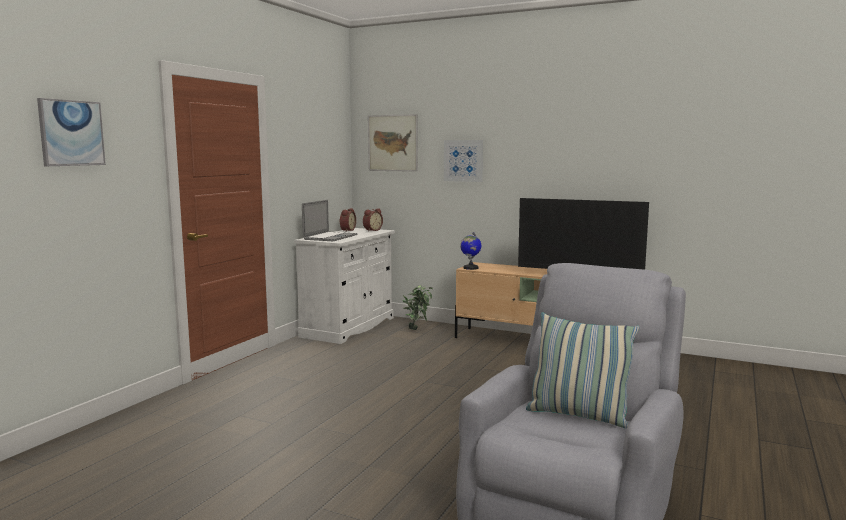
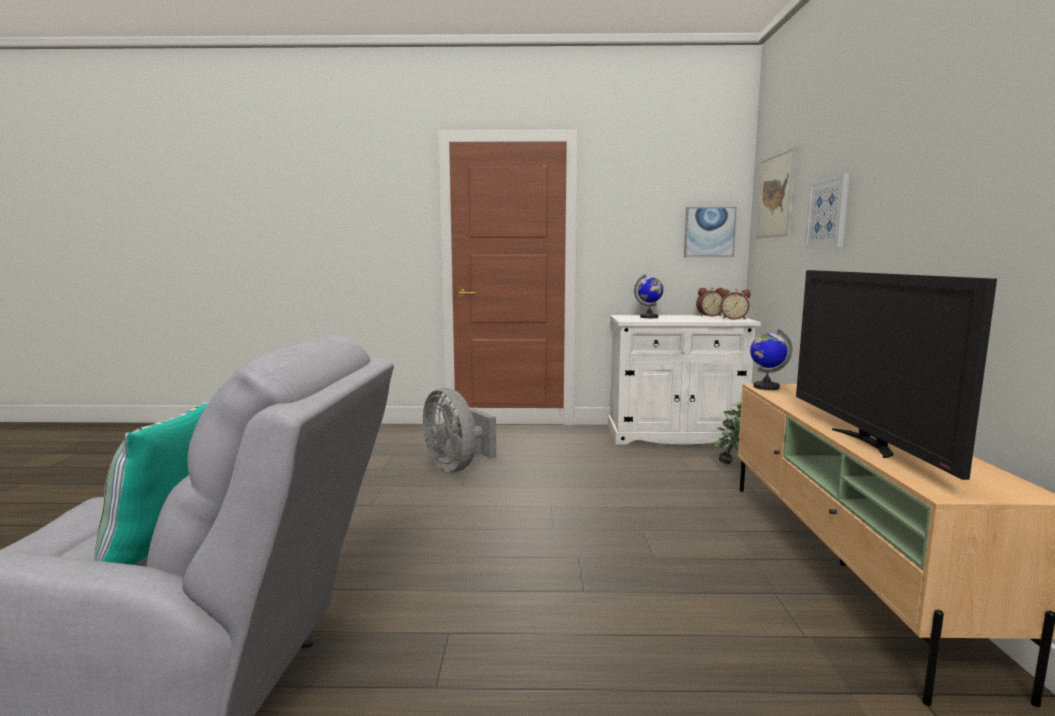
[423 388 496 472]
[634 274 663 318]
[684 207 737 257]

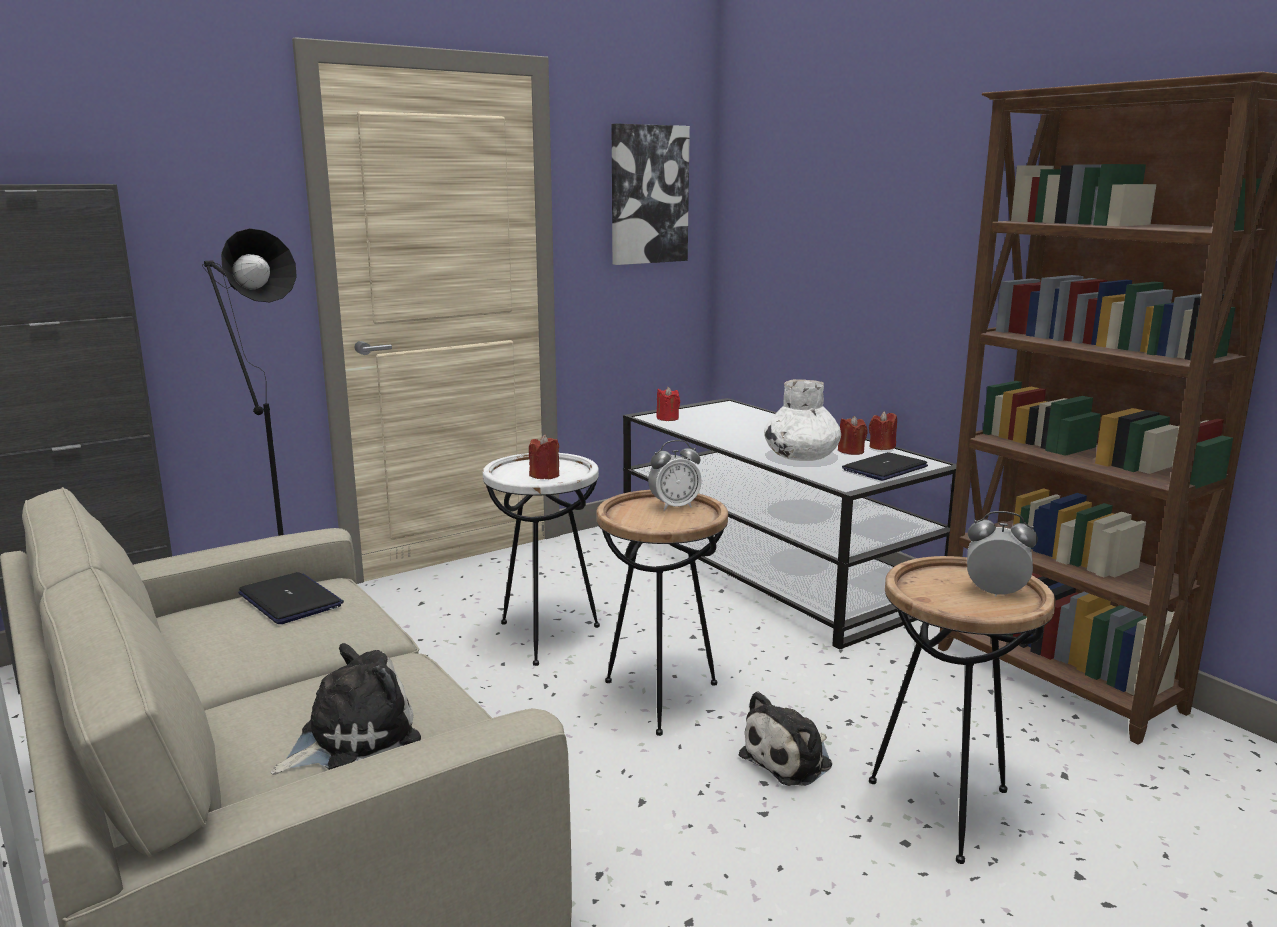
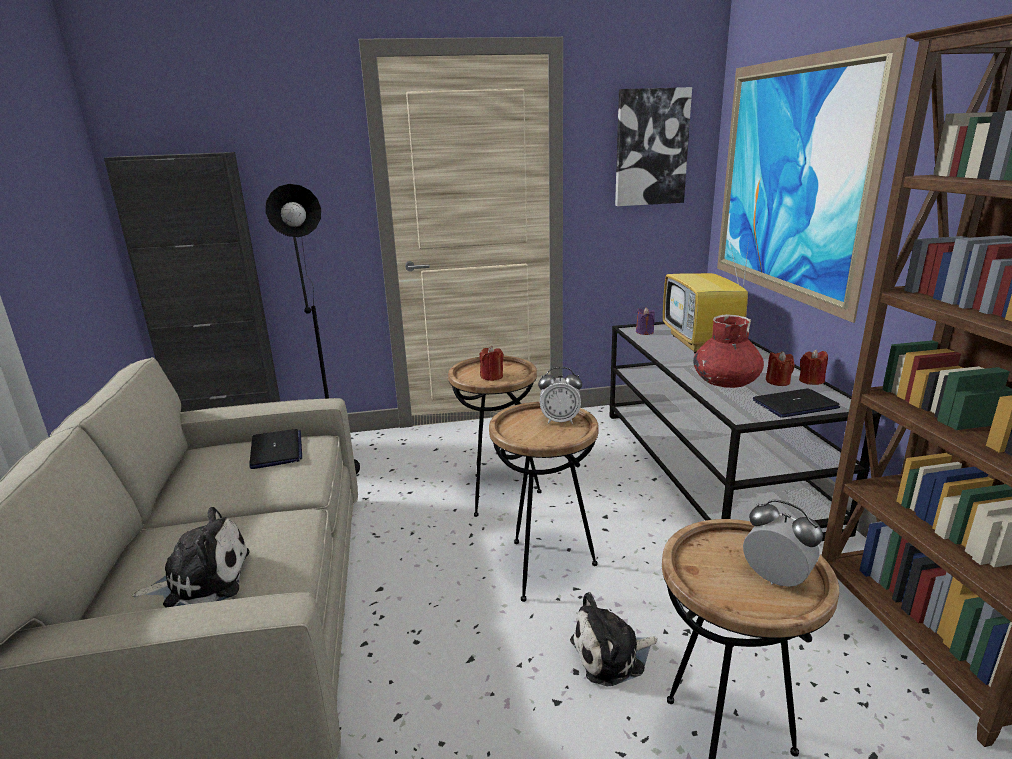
[448 356 542 517]
[636 307 655 335]
[663 241 749 353]
[693 314 764 388]
[717 36 907 323]

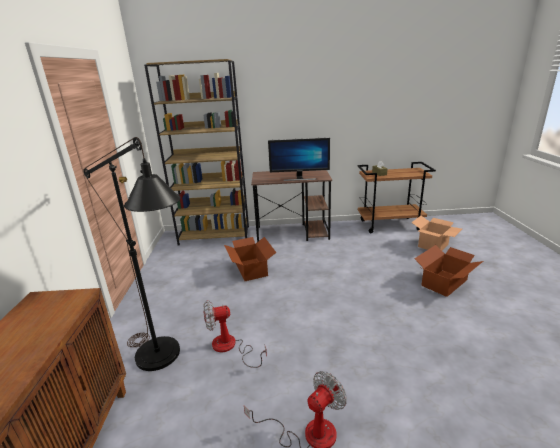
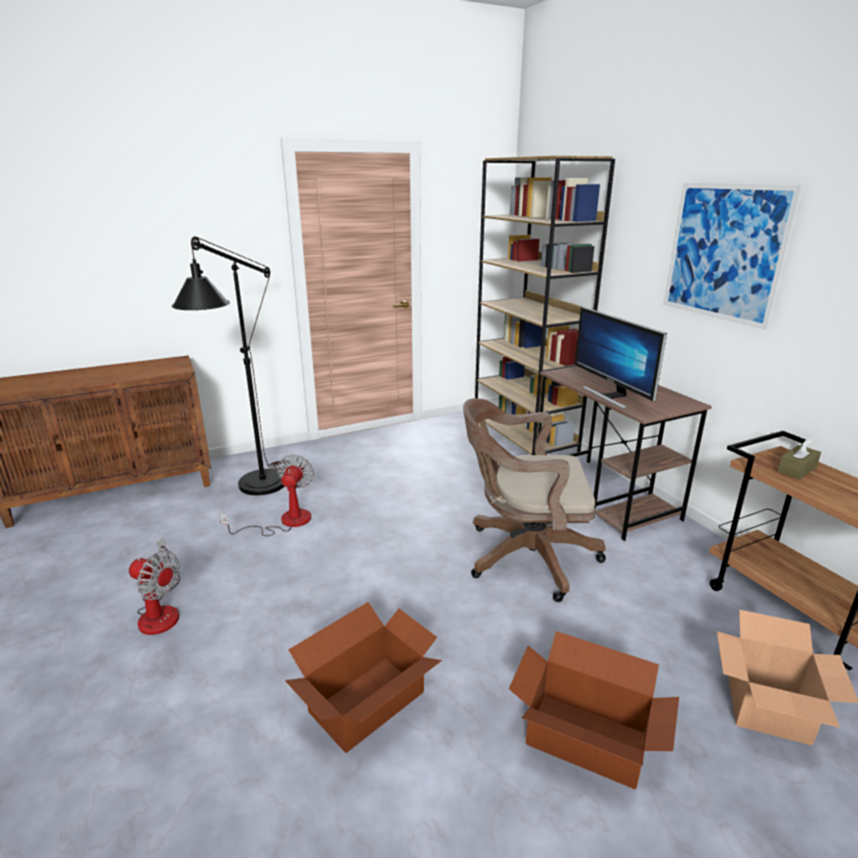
[219 455 314 536]
[285 602 442 753]
[463 398 606 602]
[663 183 803 330]

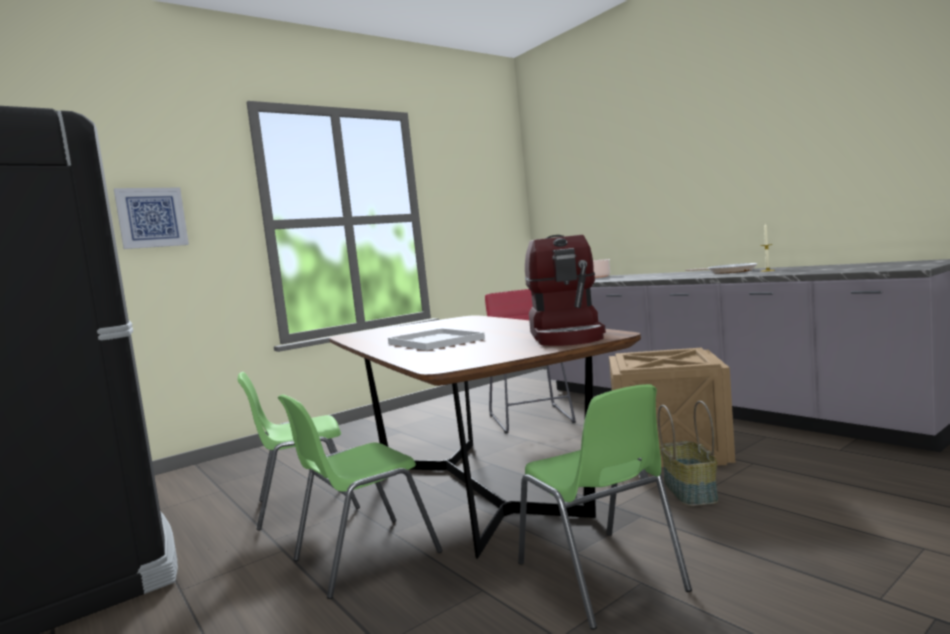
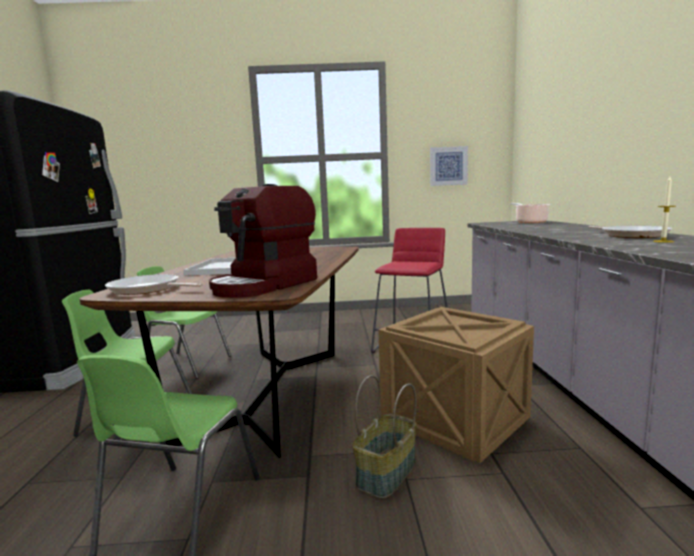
[105 274 203 295]
[430 146 468 186]

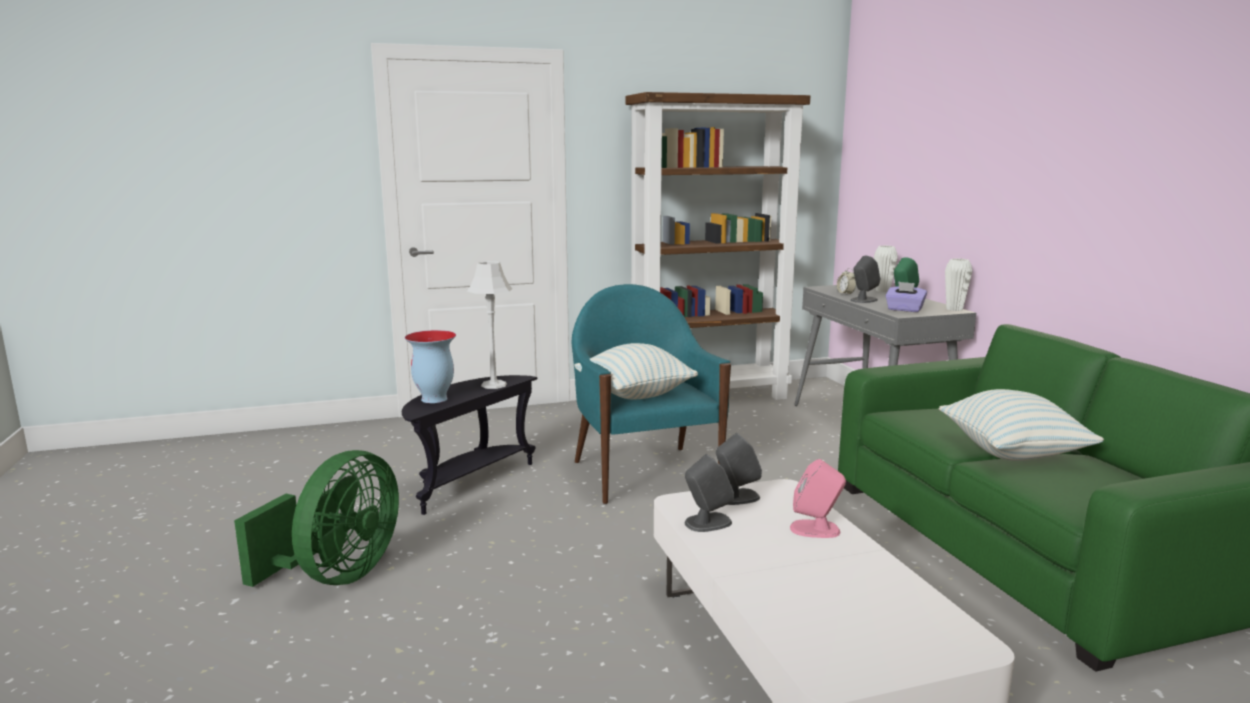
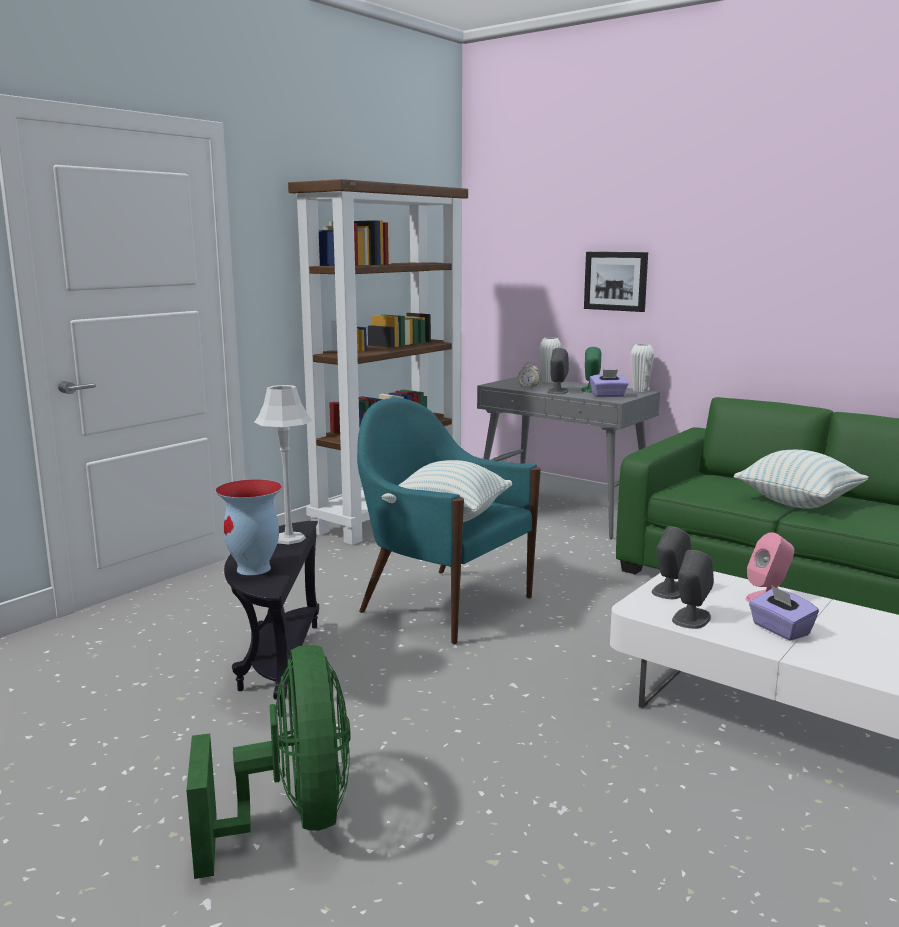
[584 252 648 312]
[749 585 819 641]

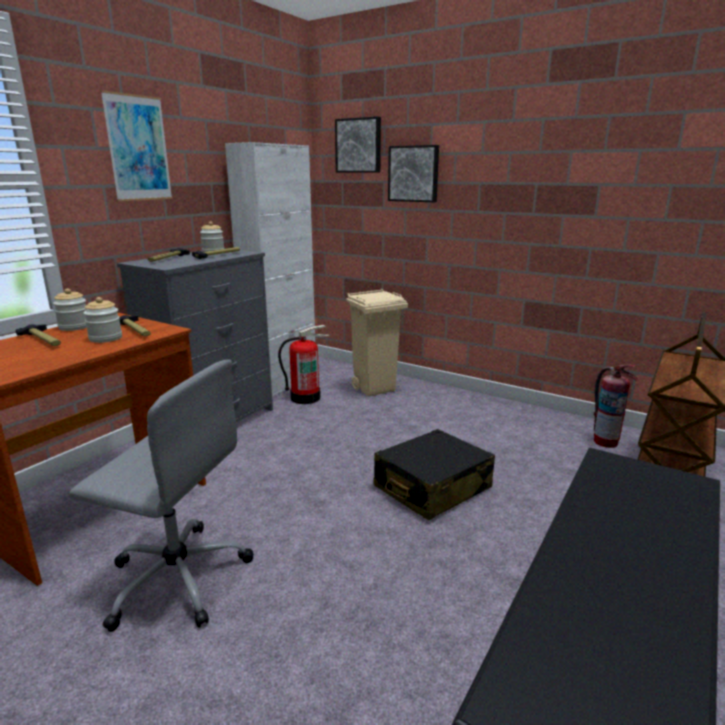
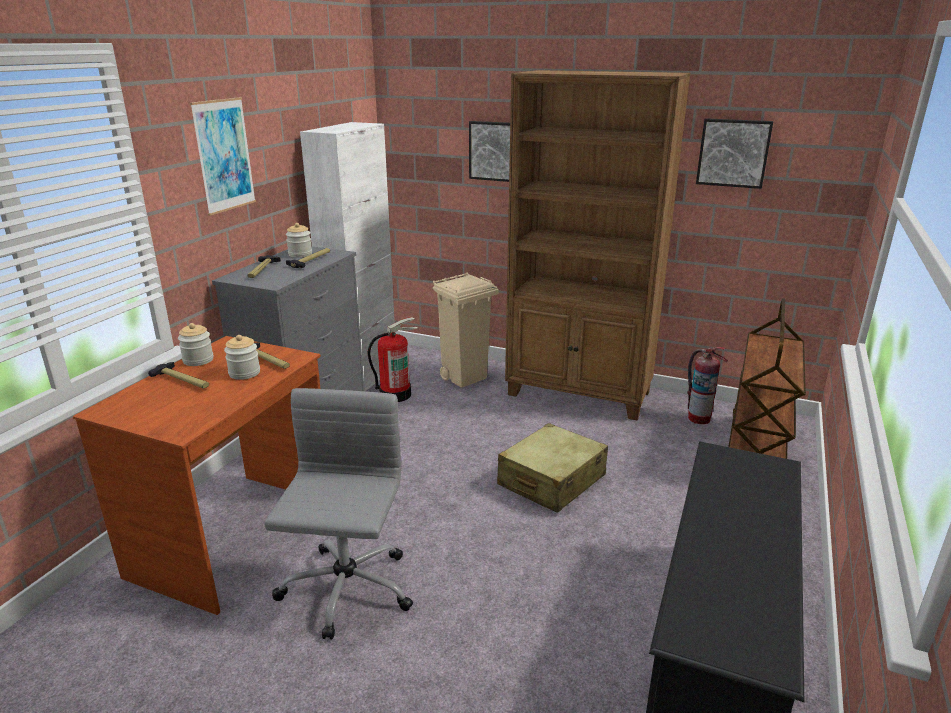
[264 388 413 639]
[497 423 608 513]
[505 70 691 420]
[696 118 773 189]

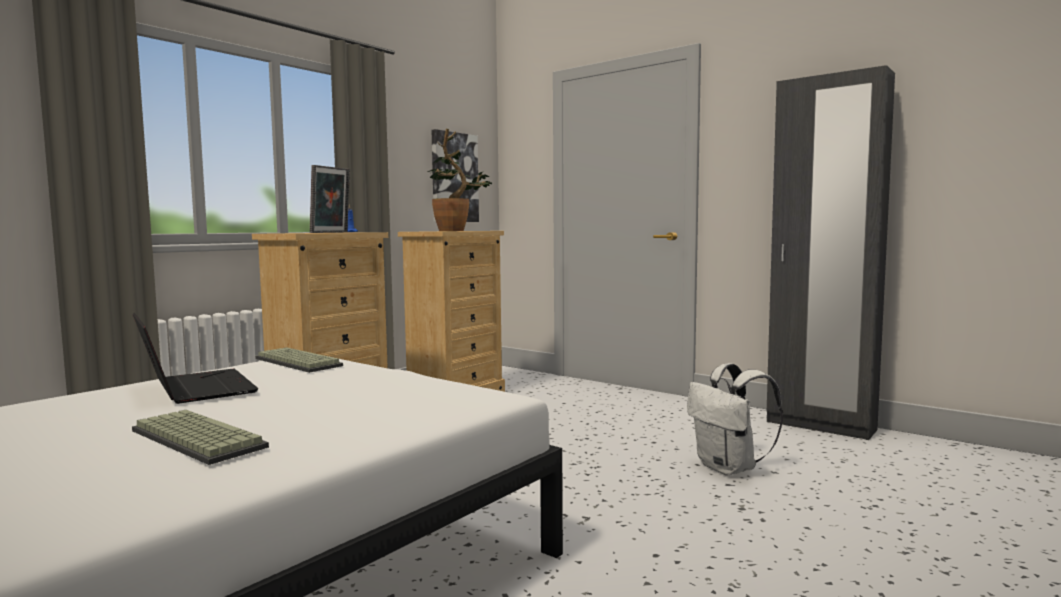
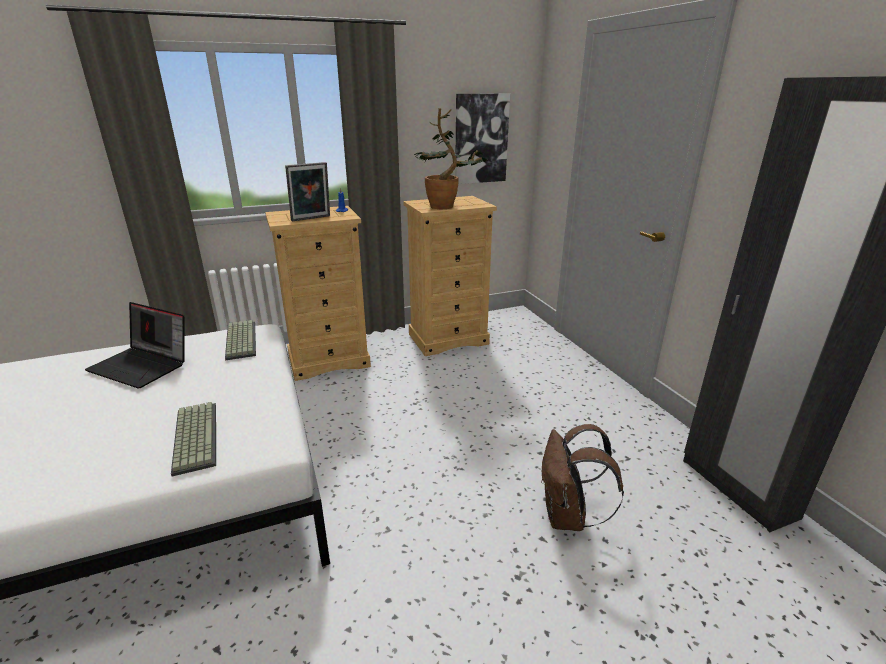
[85 302 185 389]
[171 402 216 476]
[541 424 624 531]

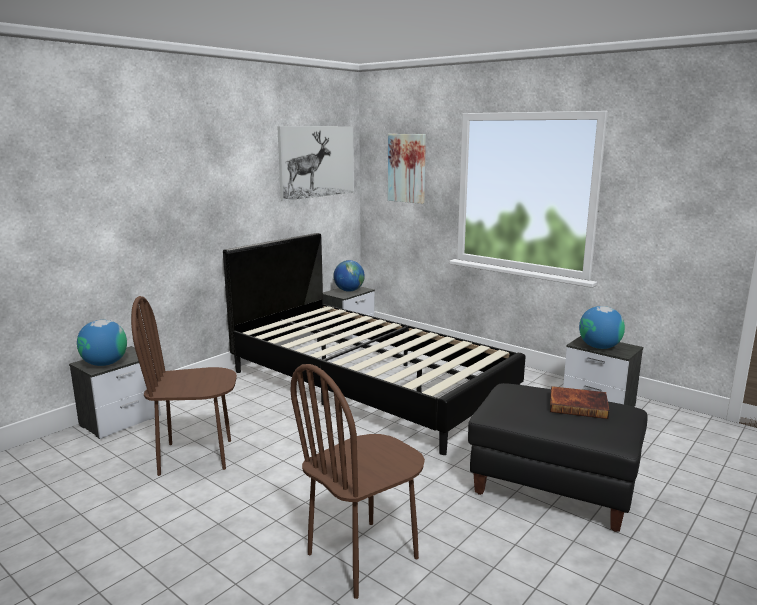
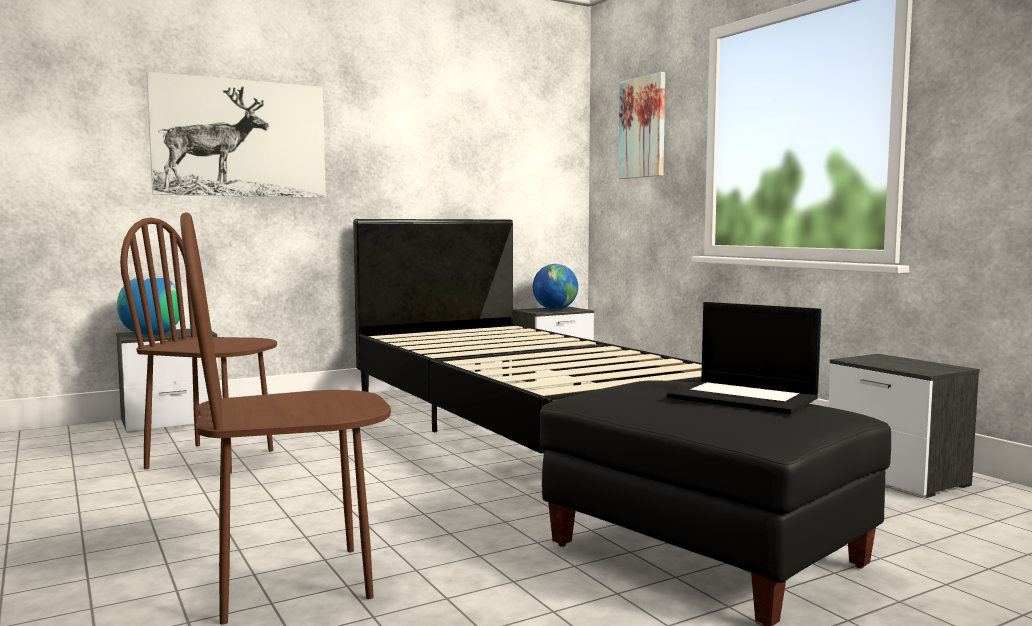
[147 72 326 198]
[667 302 821 414]
[579 306 625 349] (first image)

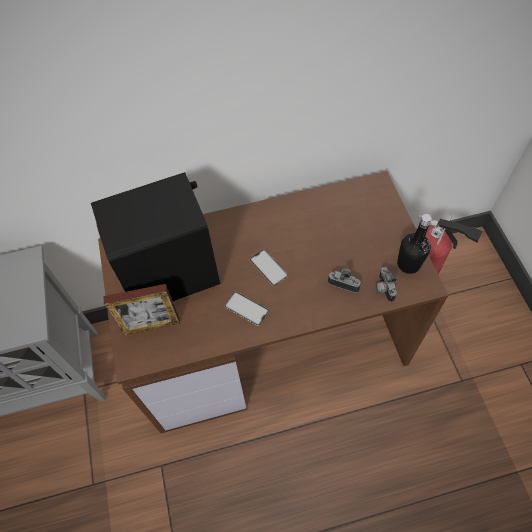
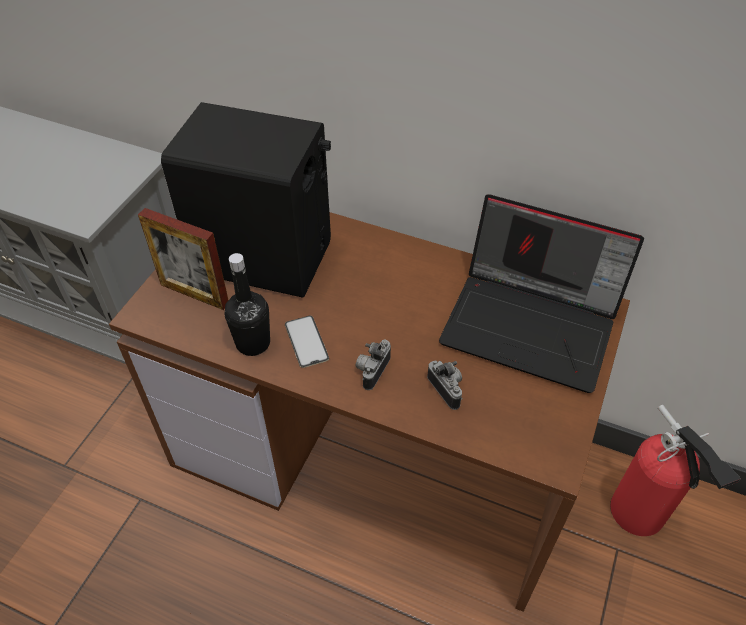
[225 253 270 356]
[356 339 391 390]
[439 194 644 393]
[250 249 288 286] (first image)

